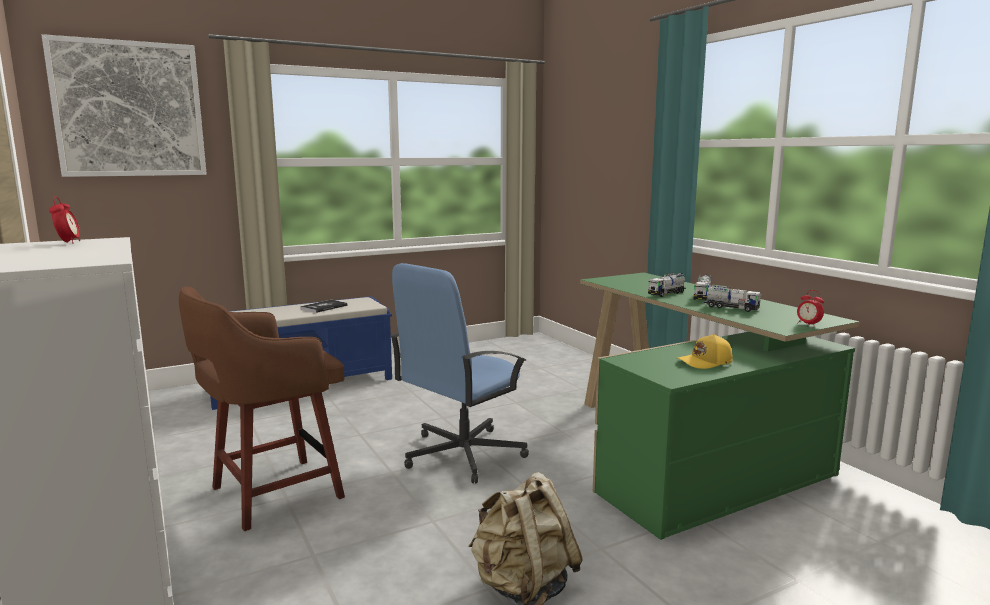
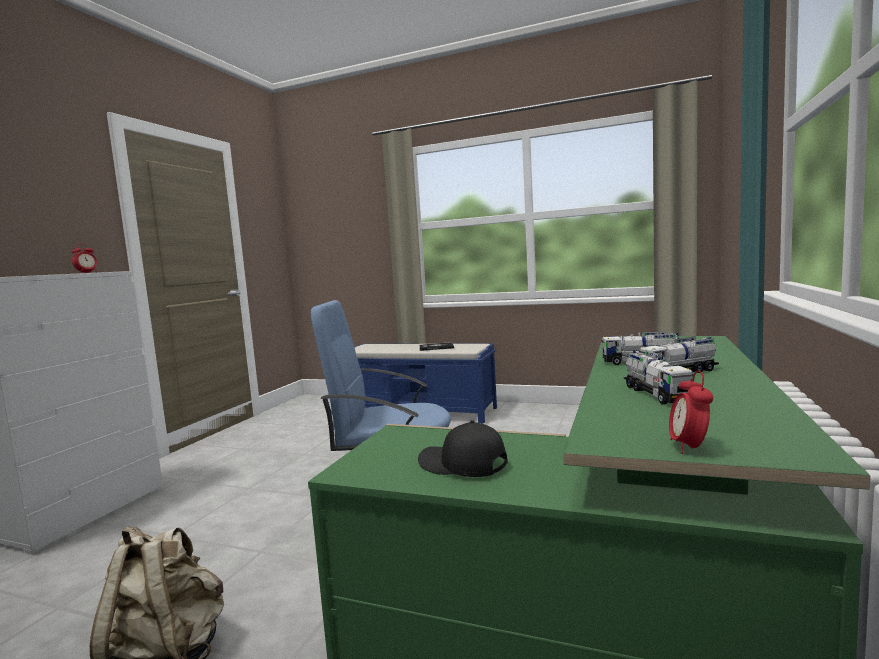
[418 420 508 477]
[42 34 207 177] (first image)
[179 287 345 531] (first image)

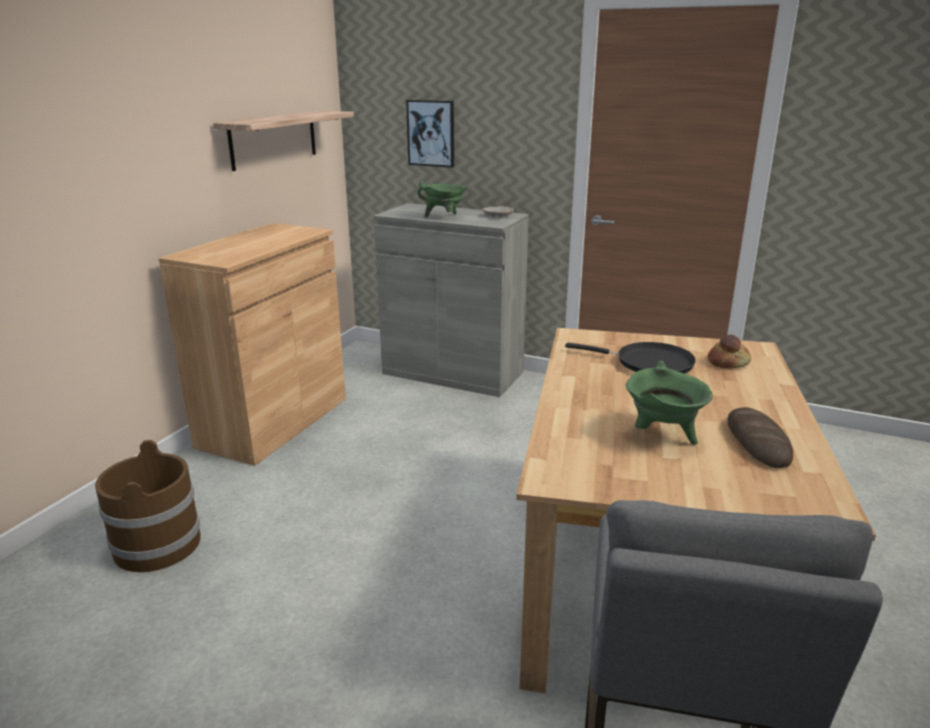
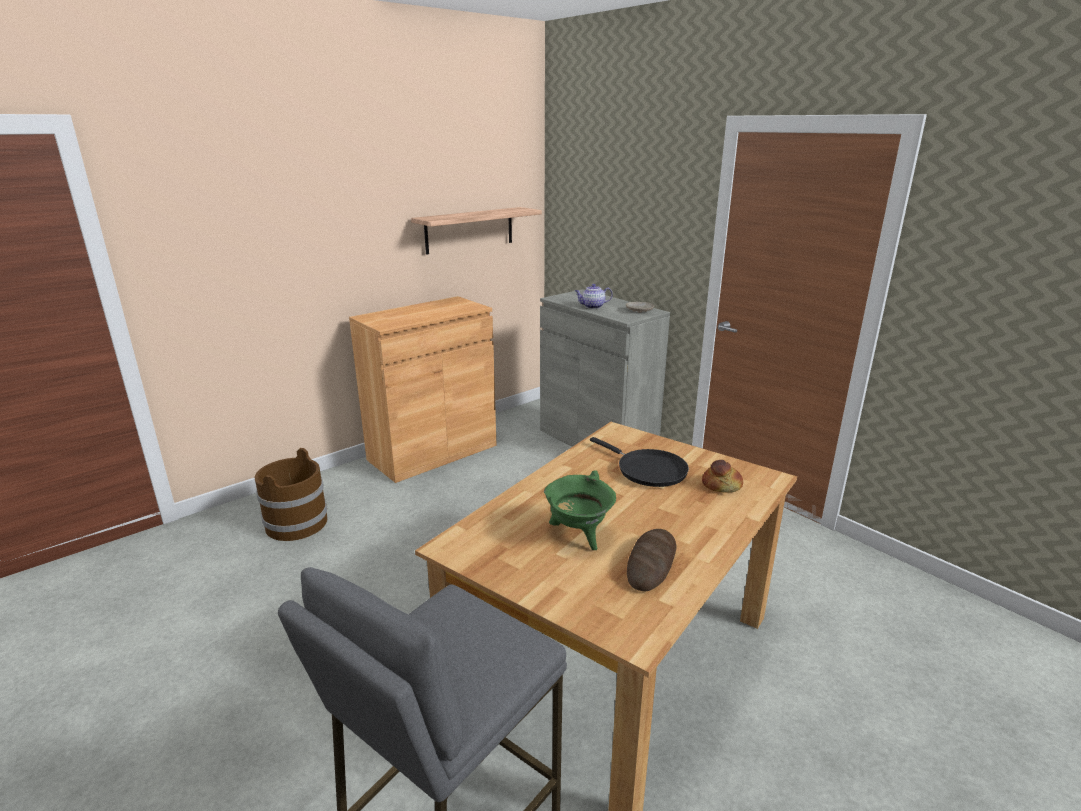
[575 284 613 309]
[406 100 454 168] (first image)

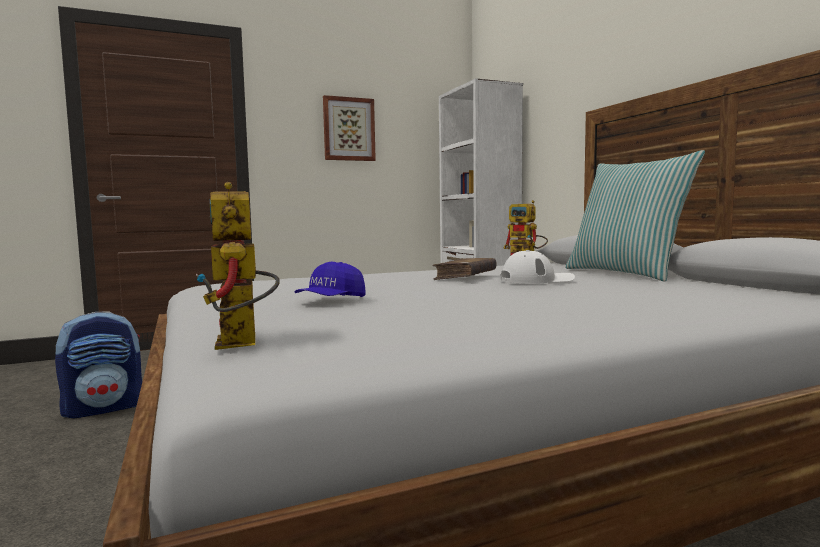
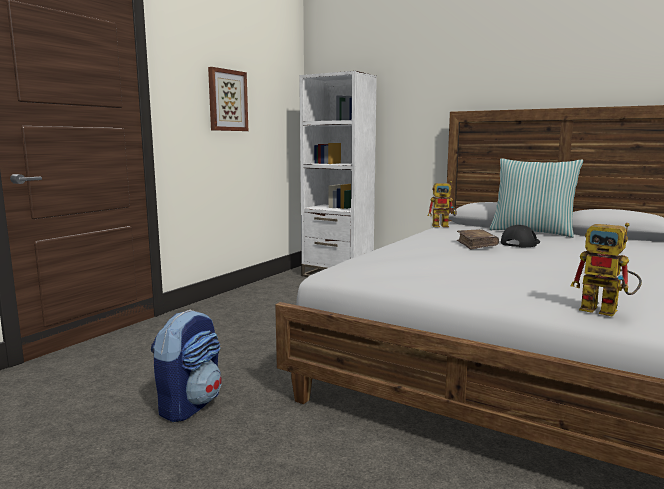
[501 225 540 247]
[295 262 366 297] (first image)

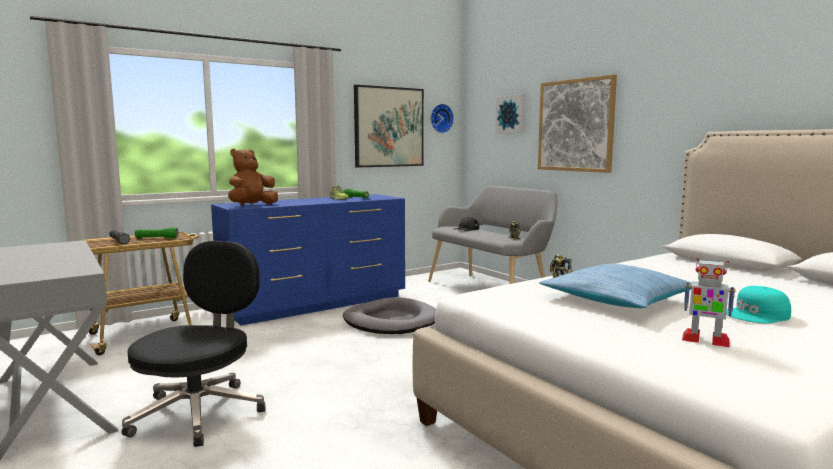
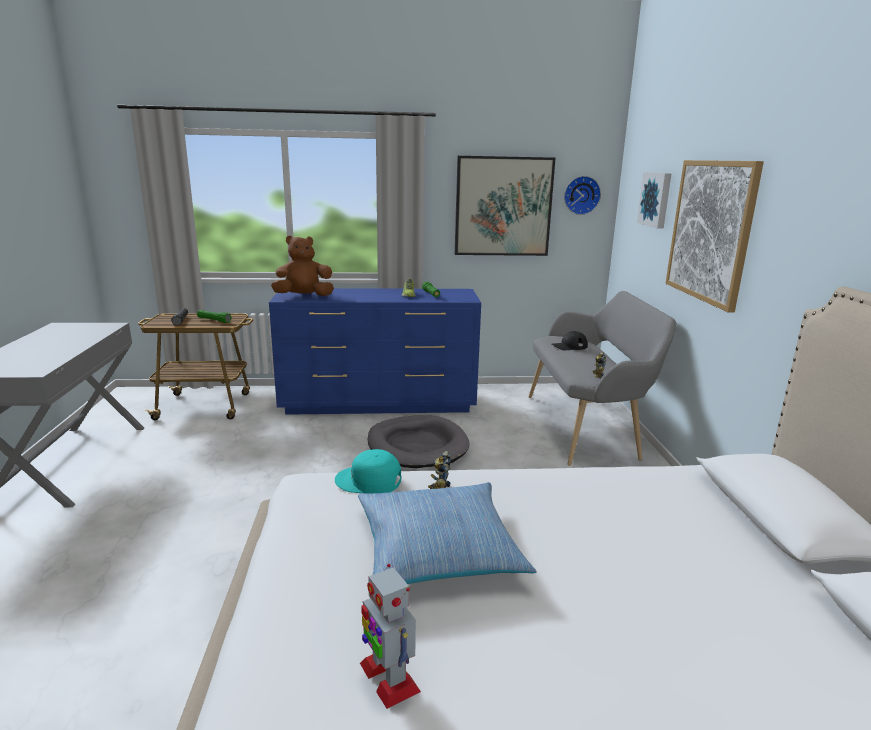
[335 449 401 493]
[121 241 265 447] (first image)

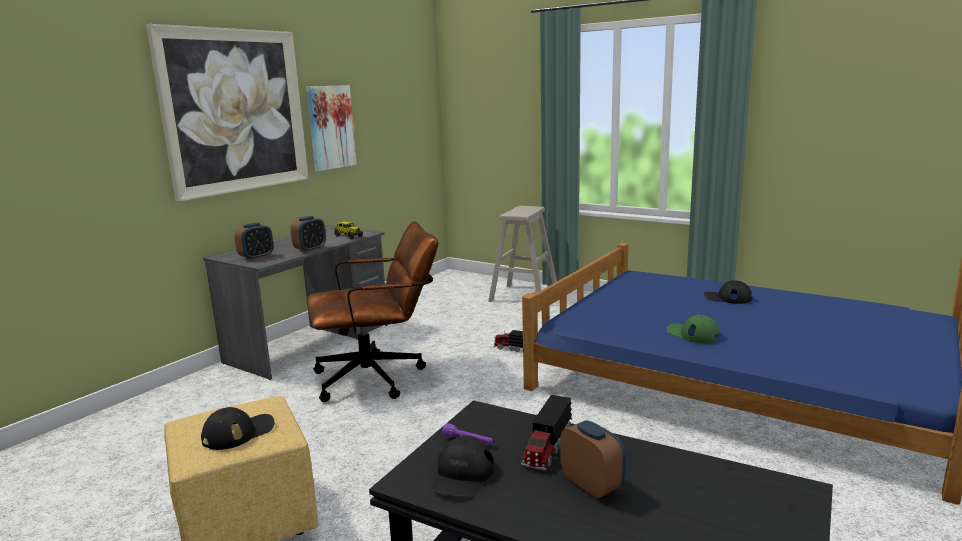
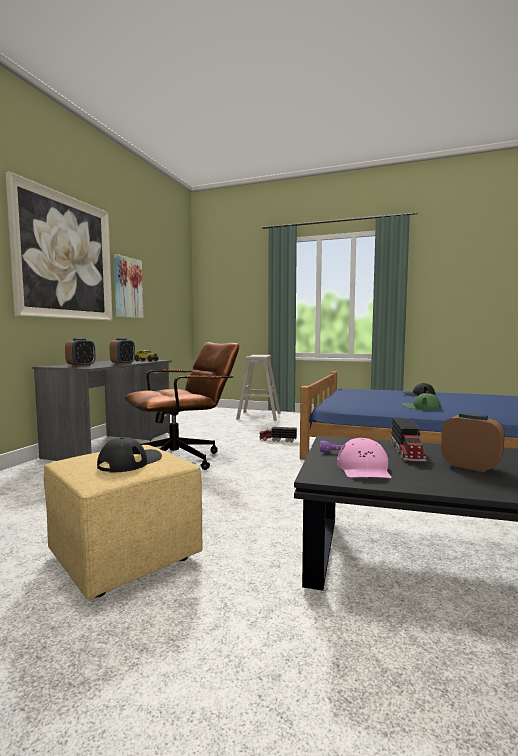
[338 438 392 478]

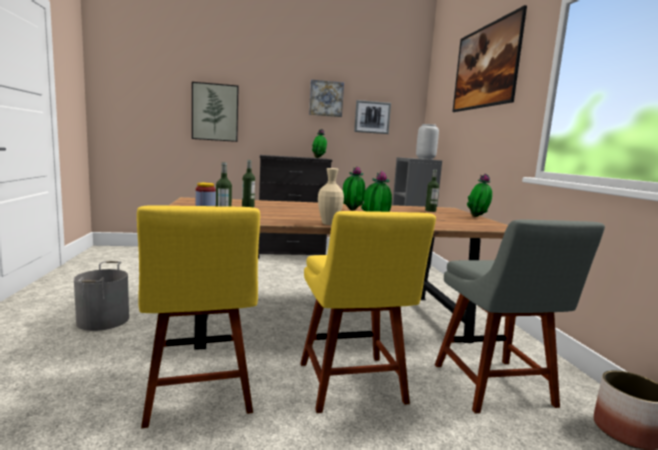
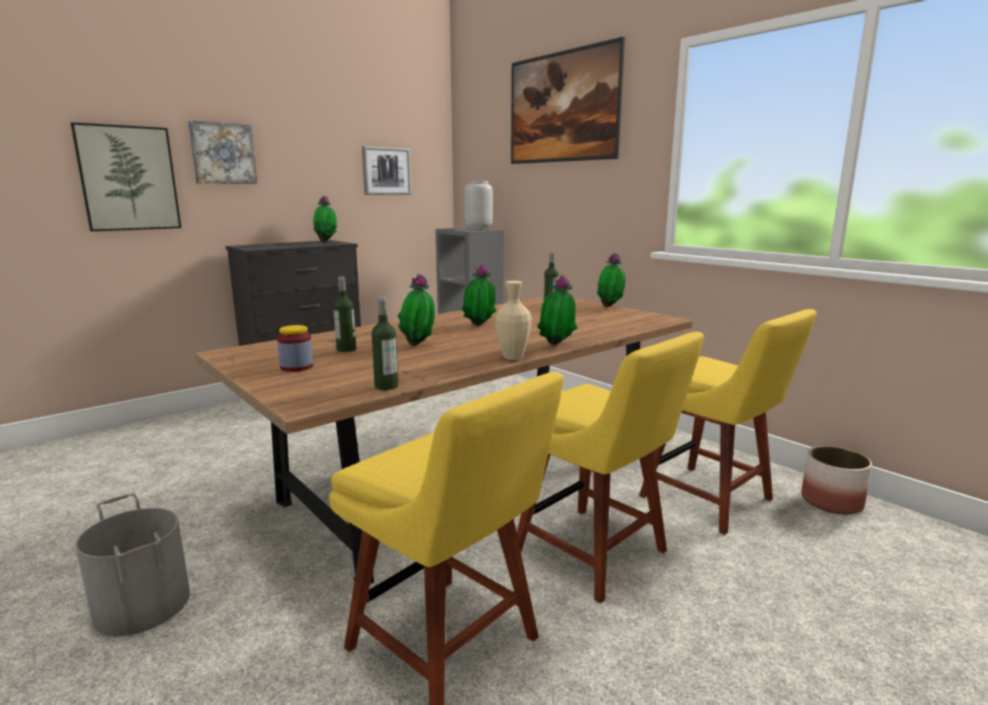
[188 120 257 184]
[398 274 435 346]
[639 309 817 535]

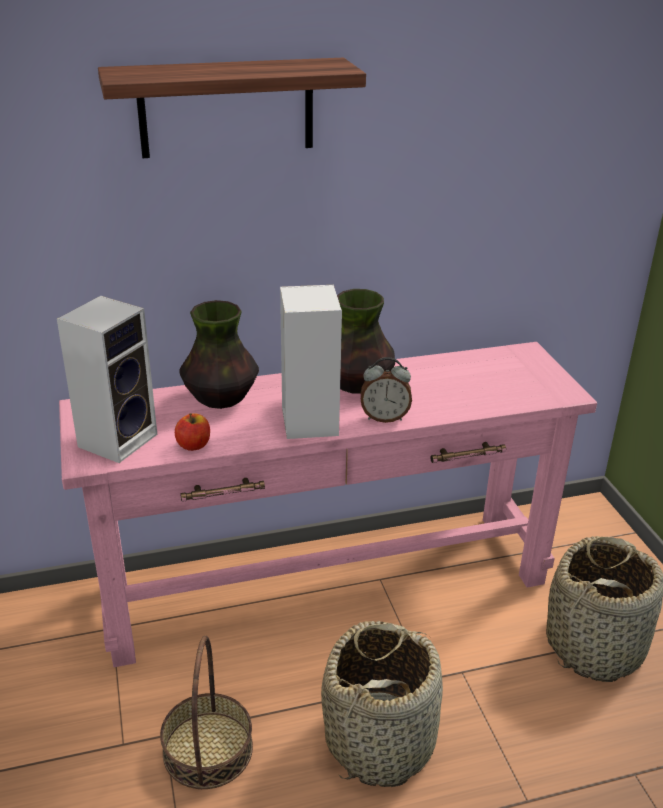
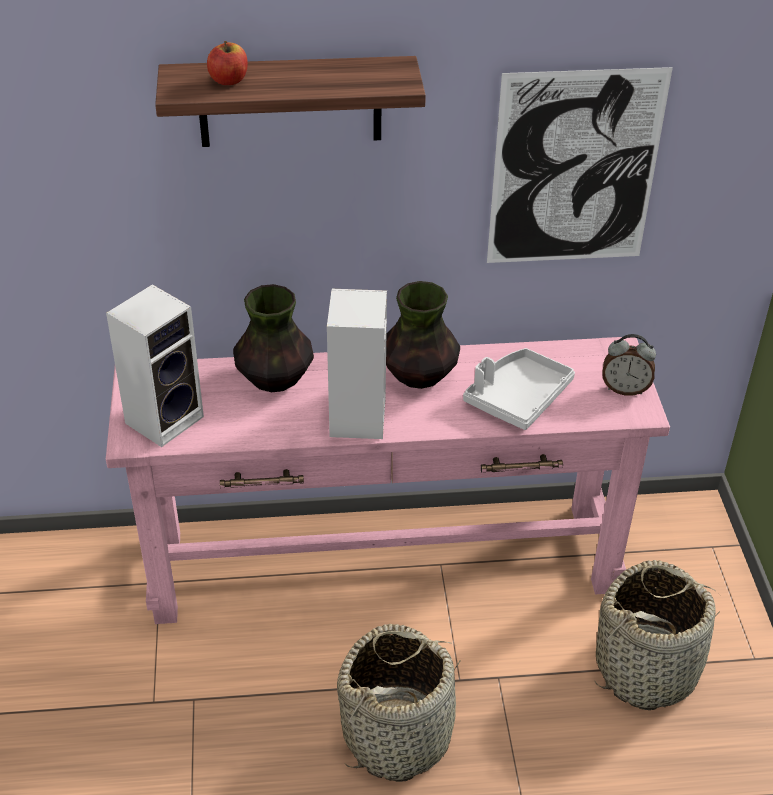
[207 41 248 85]
[463 348 575 430]
[487 67 673 263]
[602 334 656 396]
[160 636 253 789] (first image)

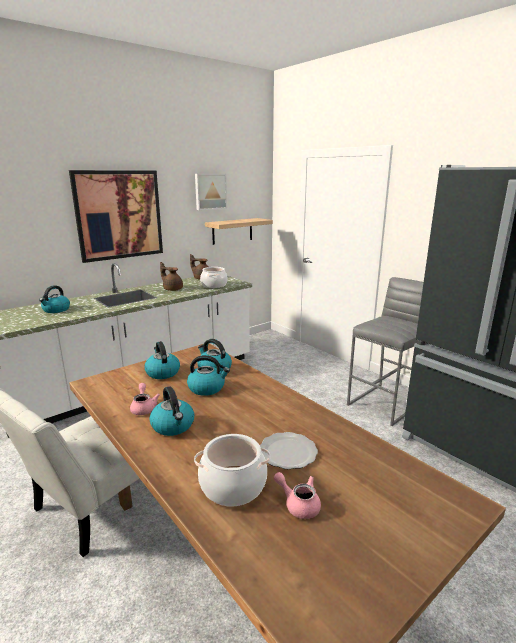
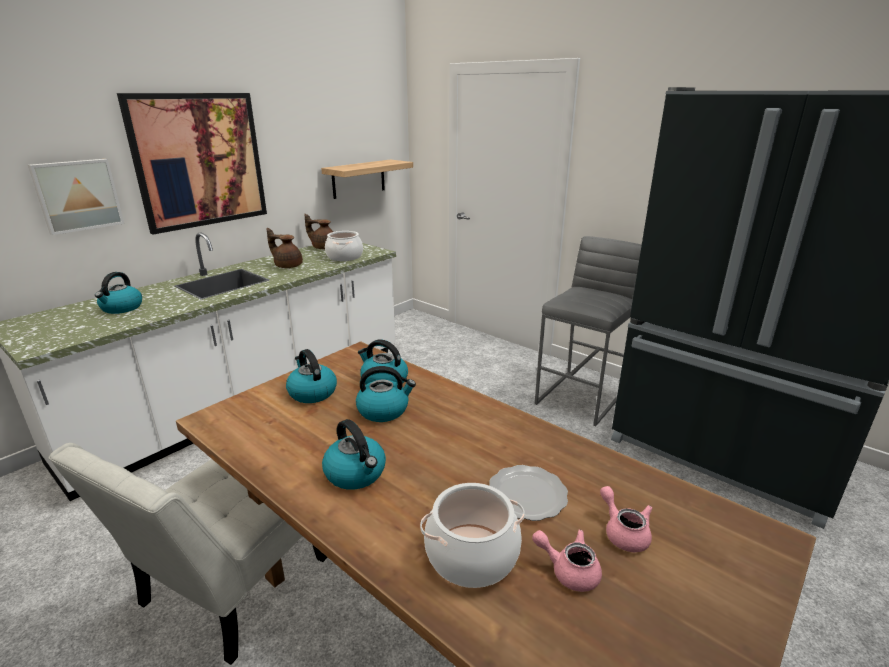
[28 159 124 235]
[600 486 652 552]

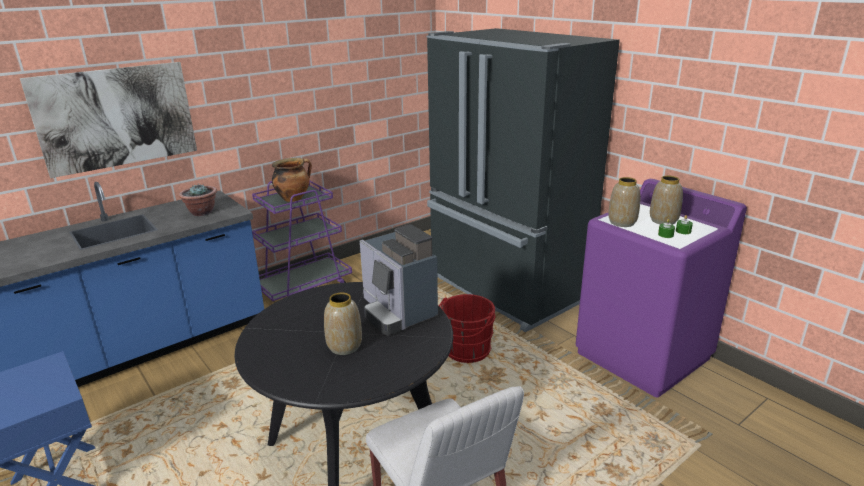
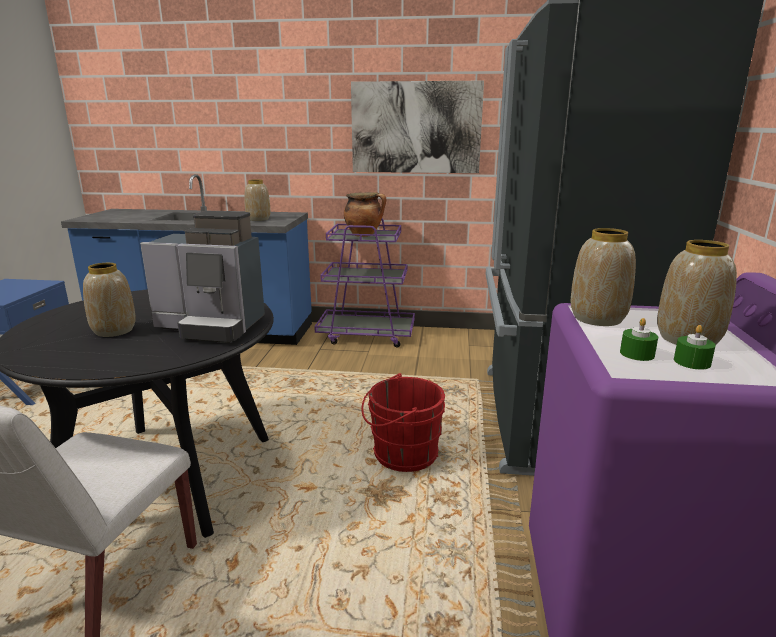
[140 211 265 343]
[244 179 270 221]
[351 81 484 173]

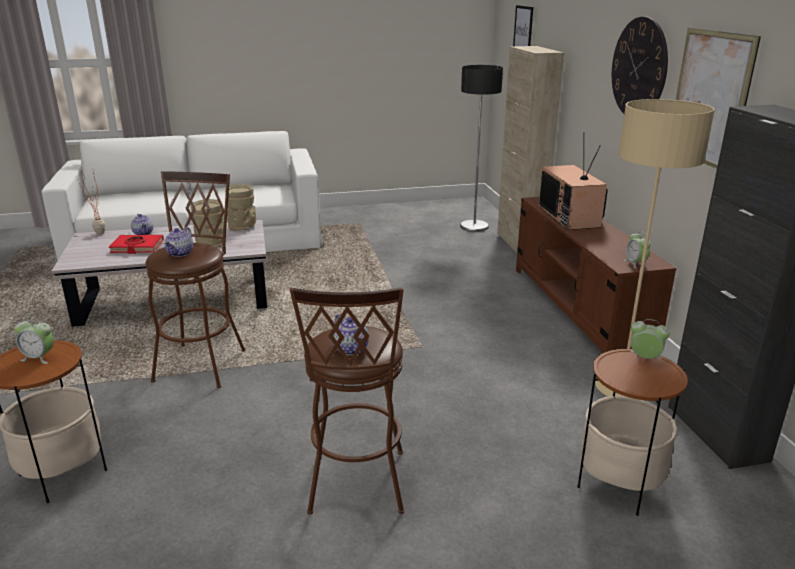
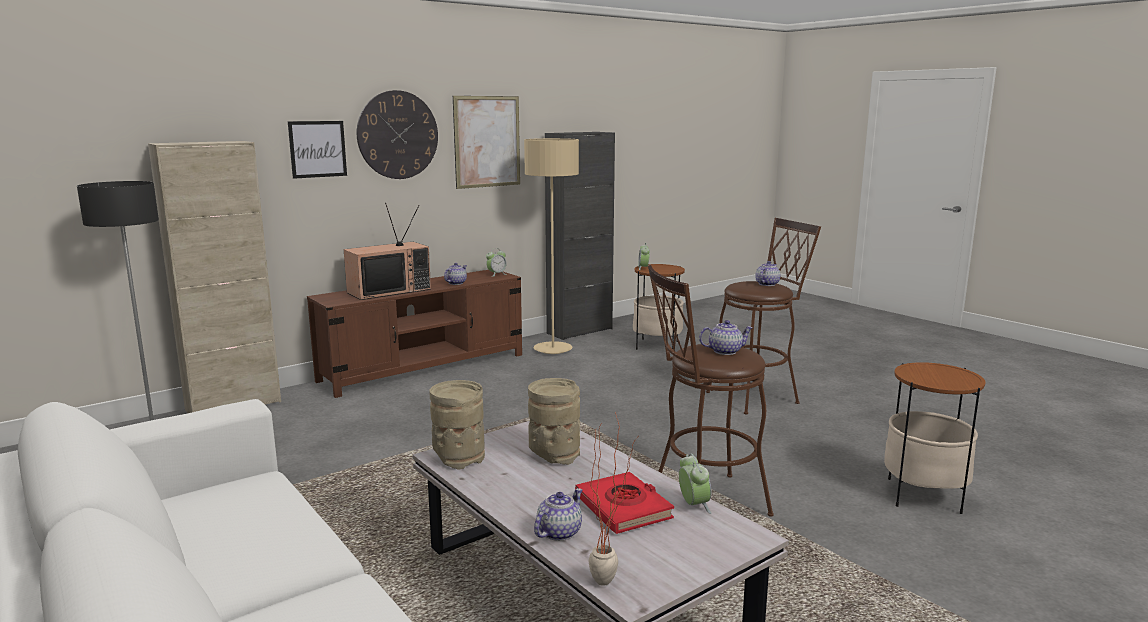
[288 121 347 179]
[444 263 467 285]
[679 453 711 514]

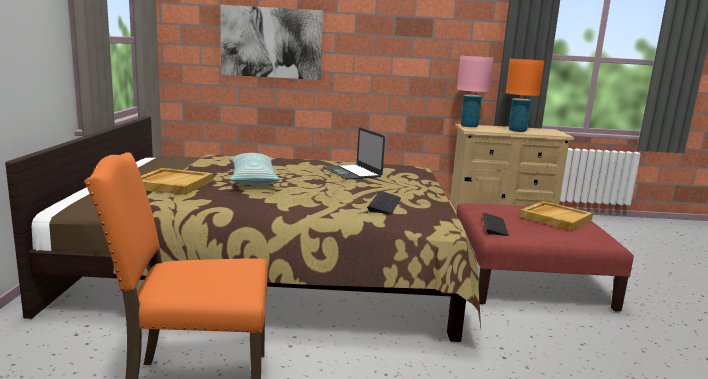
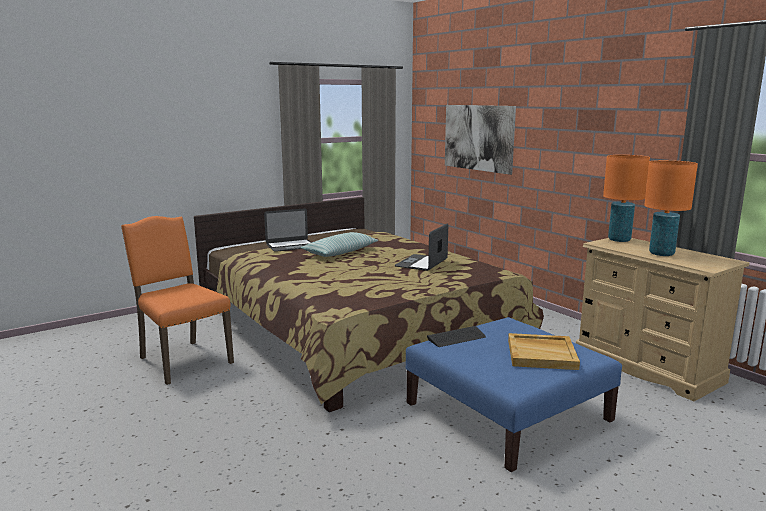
[264 208 312 252]
[406 317 622 472]
[603 155 650 242]
[367 191 401 214] (first image)

